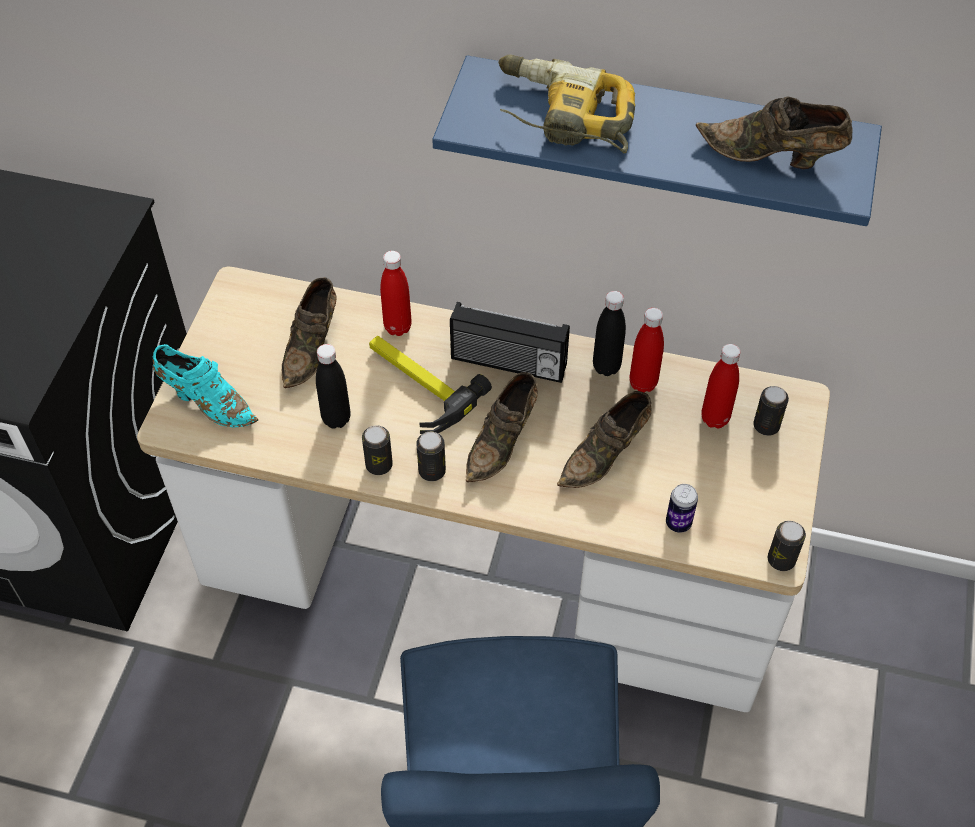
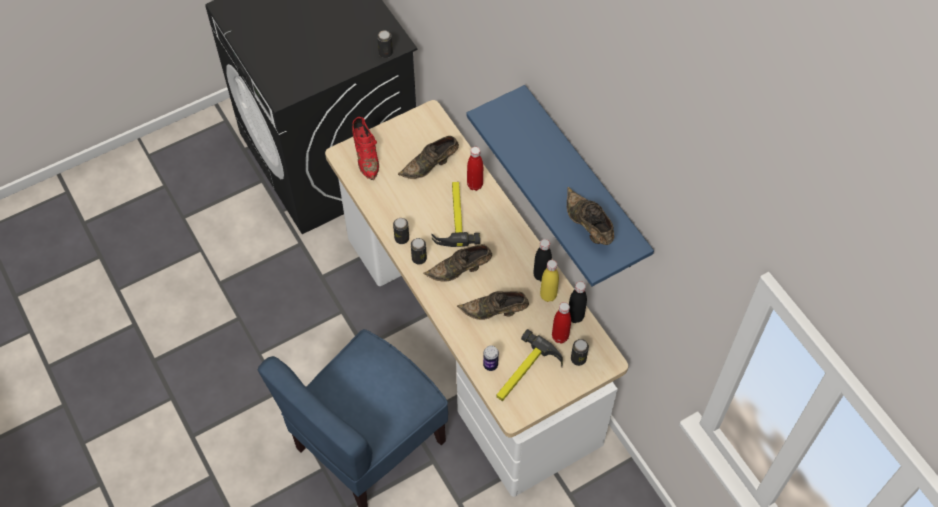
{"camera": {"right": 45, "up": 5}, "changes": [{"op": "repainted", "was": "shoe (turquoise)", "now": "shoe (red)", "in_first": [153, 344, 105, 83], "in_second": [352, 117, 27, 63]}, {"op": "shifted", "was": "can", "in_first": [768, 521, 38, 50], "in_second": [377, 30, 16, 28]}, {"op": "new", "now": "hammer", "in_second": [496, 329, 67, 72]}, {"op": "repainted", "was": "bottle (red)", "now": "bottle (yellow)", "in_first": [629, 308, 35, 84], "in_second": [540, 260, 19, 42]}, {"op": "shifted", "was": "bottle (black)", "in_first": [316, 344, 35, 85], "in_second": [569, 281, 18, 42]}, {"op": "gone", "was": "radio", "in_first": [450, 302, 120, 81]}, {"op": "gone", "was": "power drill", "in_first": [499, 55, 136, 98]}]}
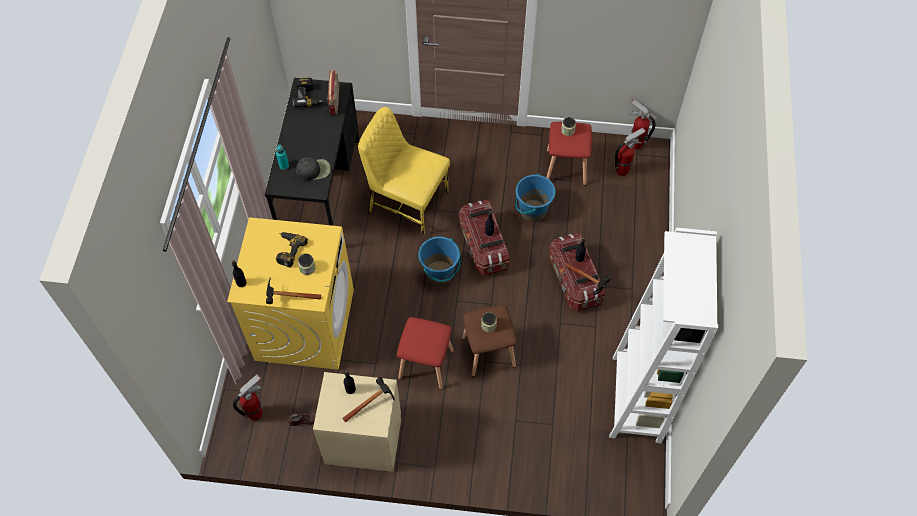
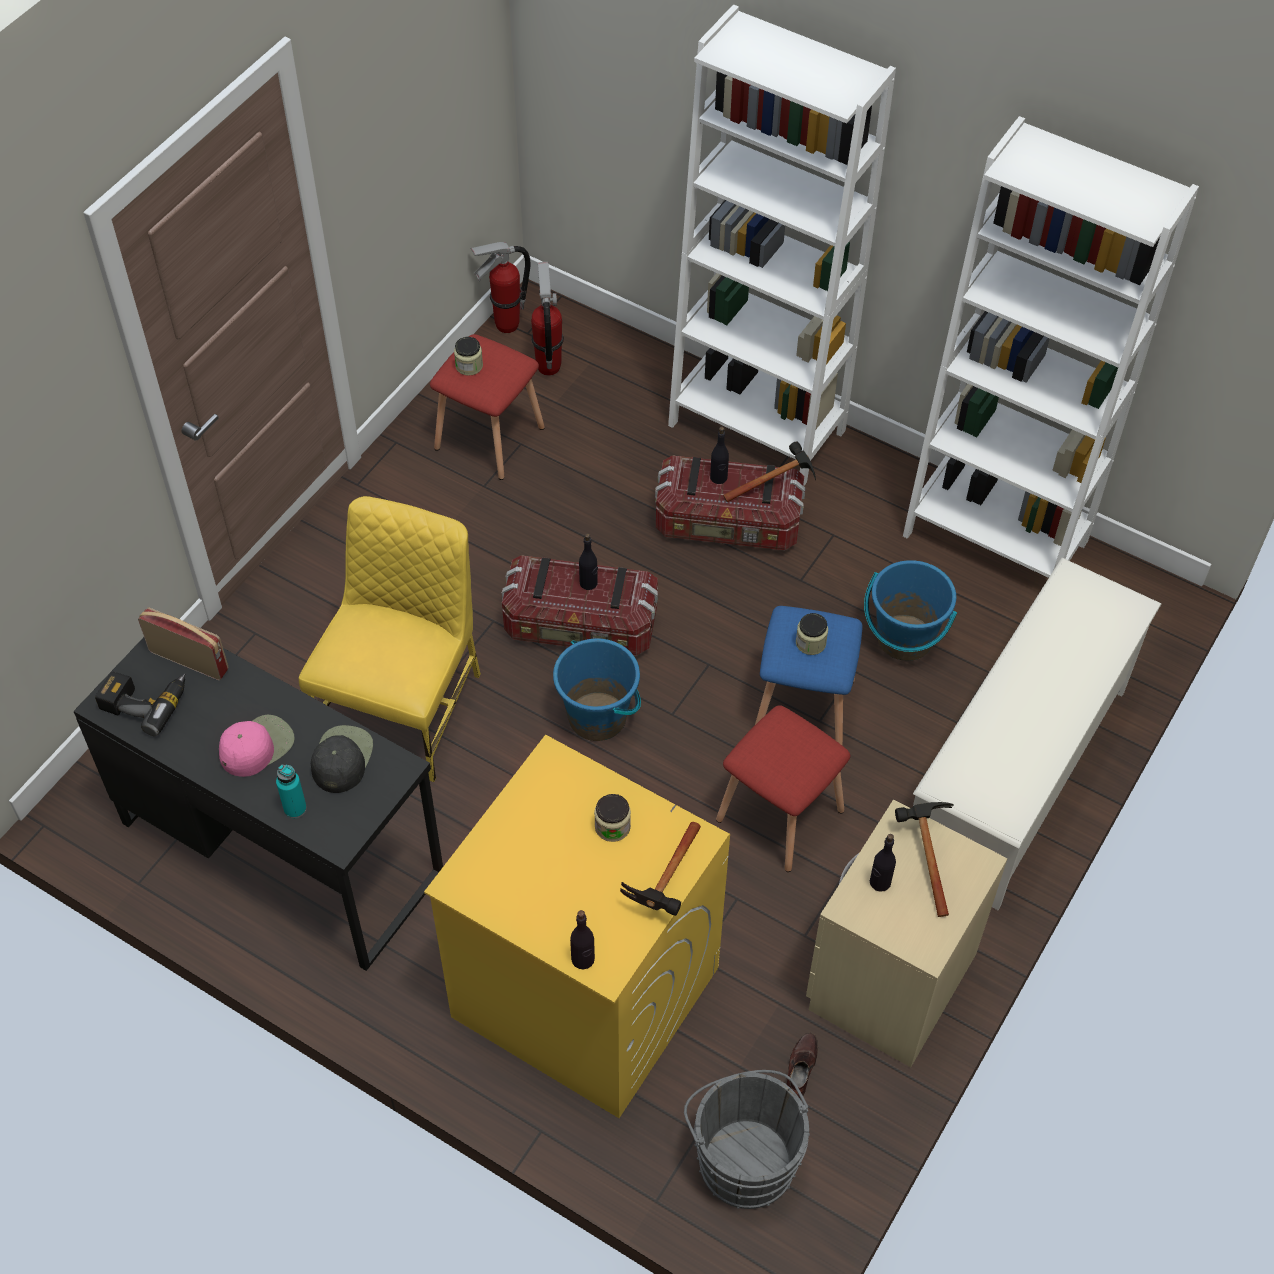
{"camera": {"right": -65, "up": -5}, "changes": [{"op": "new", "now": "cap (pink)", "in_second": [219, 715, 76, 62]}, {"op": "rotated", "was": "chair (yellow)", "in_first": [358, 107, 92, 128], "in_second": [299, 496, 182, 286], "clockwise": 150}, {"op": "new", "now": "bookcase (white)", "in_second": [668, 4, 228, 482]}, {"op": "swapped", "was": "fire extinguisher", "now": "bucket (grey)", "in_first": [233, 374, 30, 47], "in_second": [684, 1070, 126, 139]}, {"op": "repainted", "was": "stool (brown)", "now": "stool (blue)", "in_first": [462, 305, 55, 72], "in_second": [755, 606, 108, 140]}, {"op": "shifted", "was": "bucket (blue)", "in_first": [515, 174, 41, 48], "in_second": [864, 560, 93, 101]}, {"op": "new", "now": "shoe rack (white)", "in_second": [913, 558, 249, 352]}, {"op": "gone", "was": "power drill", "in_first": [276, 232, 32, 36]}]}
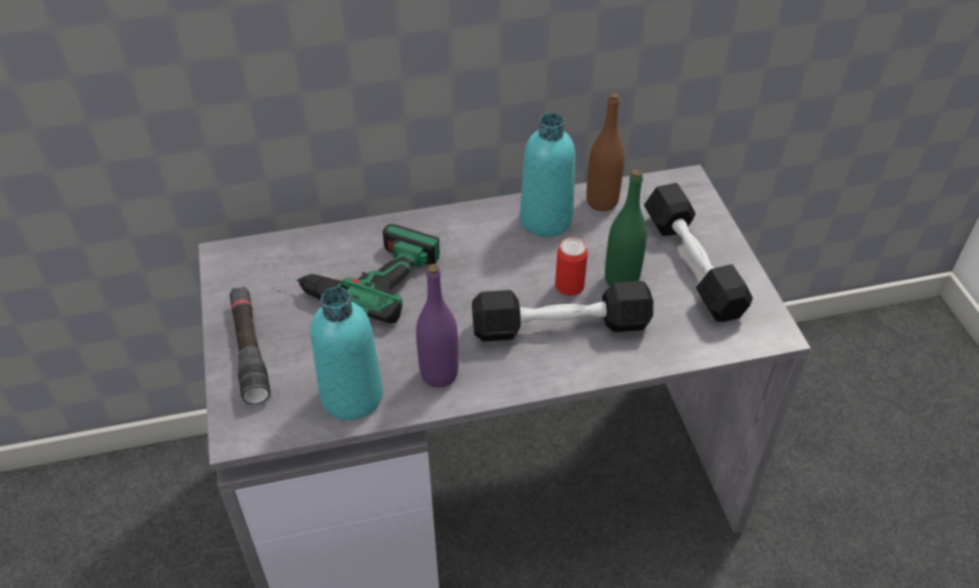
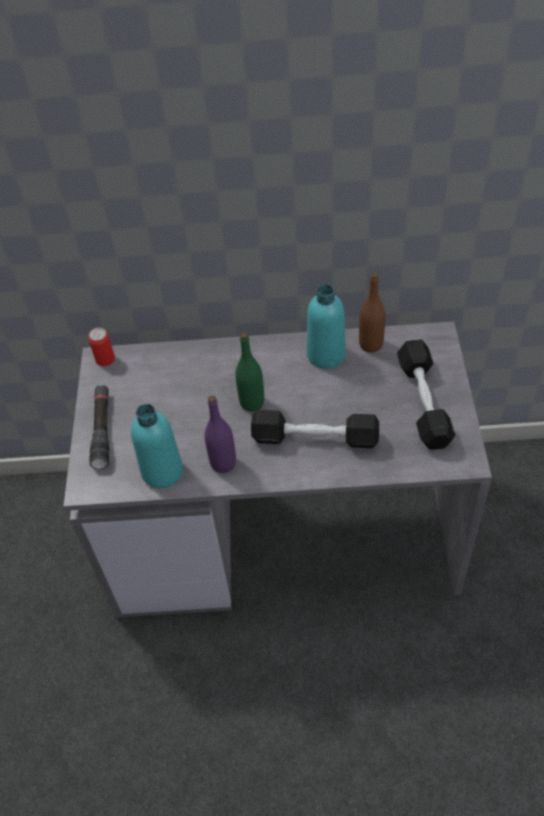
{"camera": {"right": 15, "up": 5}, "changes": [{"op": "shifted", "was": "can", "in_first": [555, 237, 33, 59], "in_second": [88, 327, 27, 39]}, {"op": "shifted", "was": "bottle (green)", "in_first": [605, 169, 42, 117], "in_second": [235, 333, 29, 79]}, {"op": "gone", "was": "power drill", "in_first": [278, 224, 162, 99]}]}
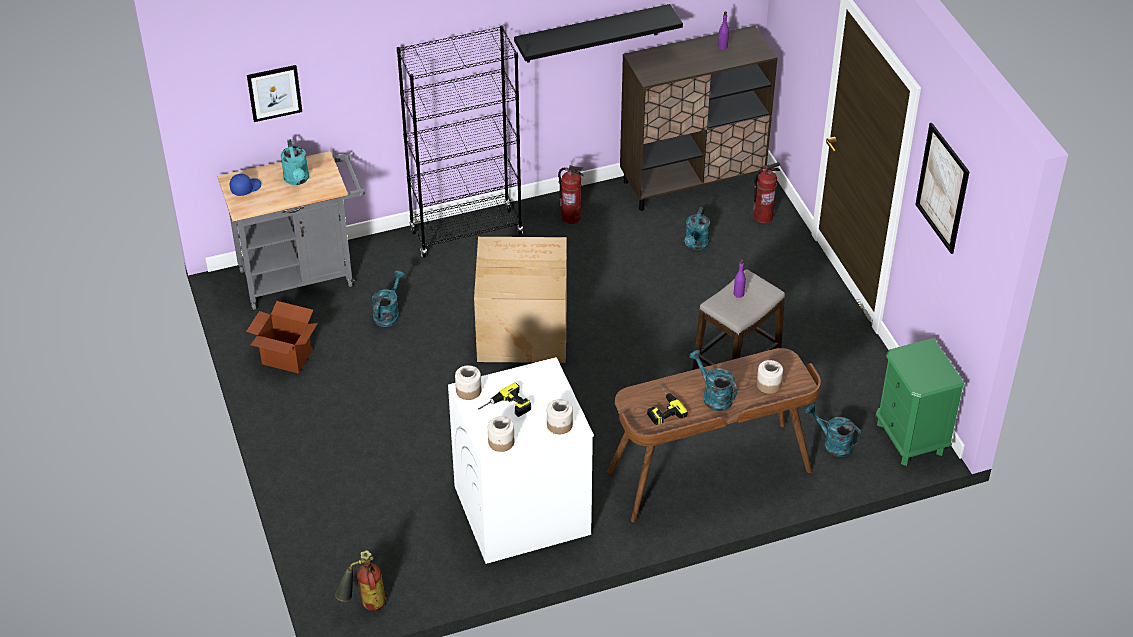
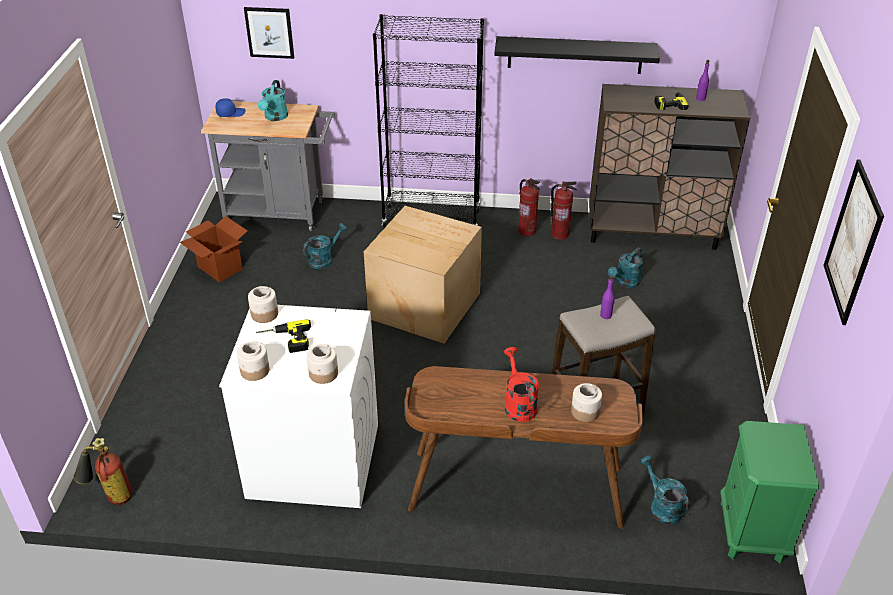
{"camera": {"right": 25, "up": -5}, "changes": [{"op": "repainted", "was": "watering can (turquoise)", "now": "watering can (red)", "in_first": [689, 350, 48, 61], "in_second": [504, 347, 35, 75]}, {"op": "shifted", "was": "fire extinguisher", "in_first": [753, 162, 27, 61], "in_second": [550, 181, 27, 59]}, {"op": "shifted", "was": "power drill", "in_first": [647, 384, 41, 41], "in_second": [654, 87, 35, 23]}]}
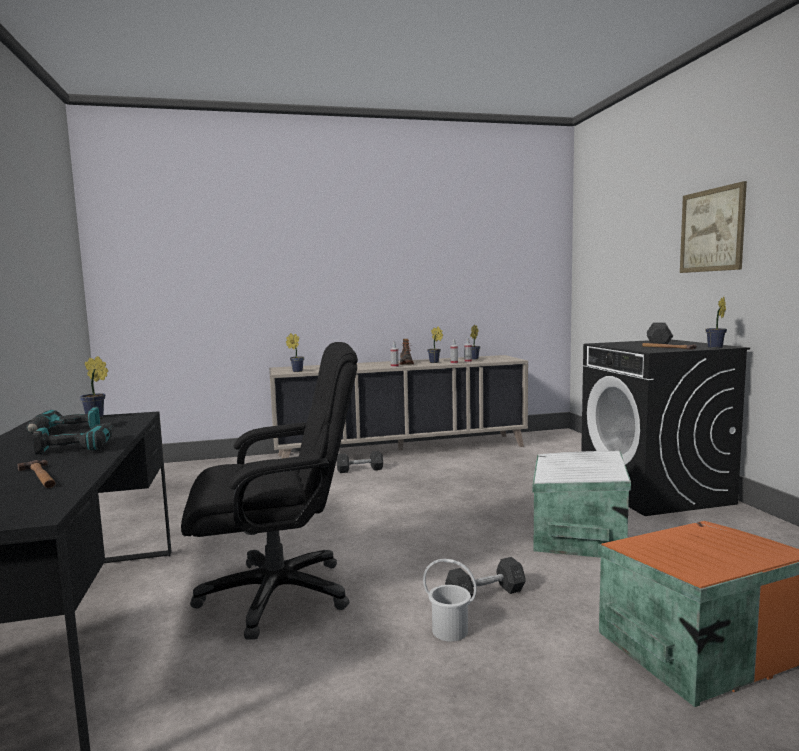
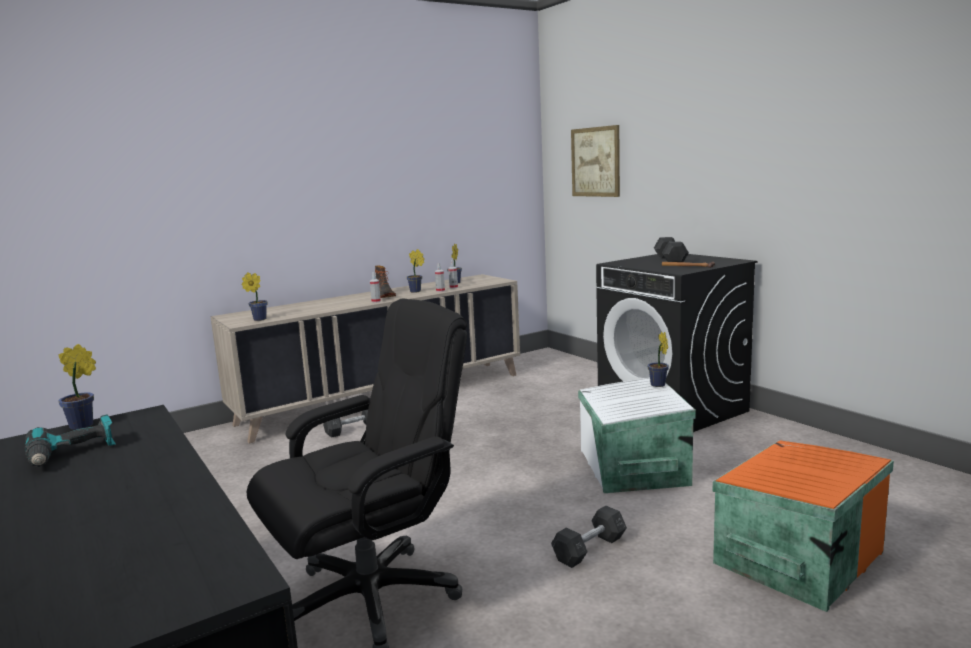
{"camera": {"right": -20, "up": 5}, "changes": [{"op": "shifted", "was": "picture", "in_first": [680, 181, 67, 92], "in_second": [571, 125, 49, 72]}, {"op": "shifted", "was": "potted plant", "in_first": [705, 297, 22, 51], "in_second": [647, 331, 22, 56]}, {"op": "gone", "was": "hammer", "in_first": [17, 460, 38, 28]}, {"op": "gone", "was": "power drill", "in_first": [33, 423, 81, 31]}, {"op": "gone", "was": "bucket (white)", "in_first": [423, 559, 54, 83]}]}
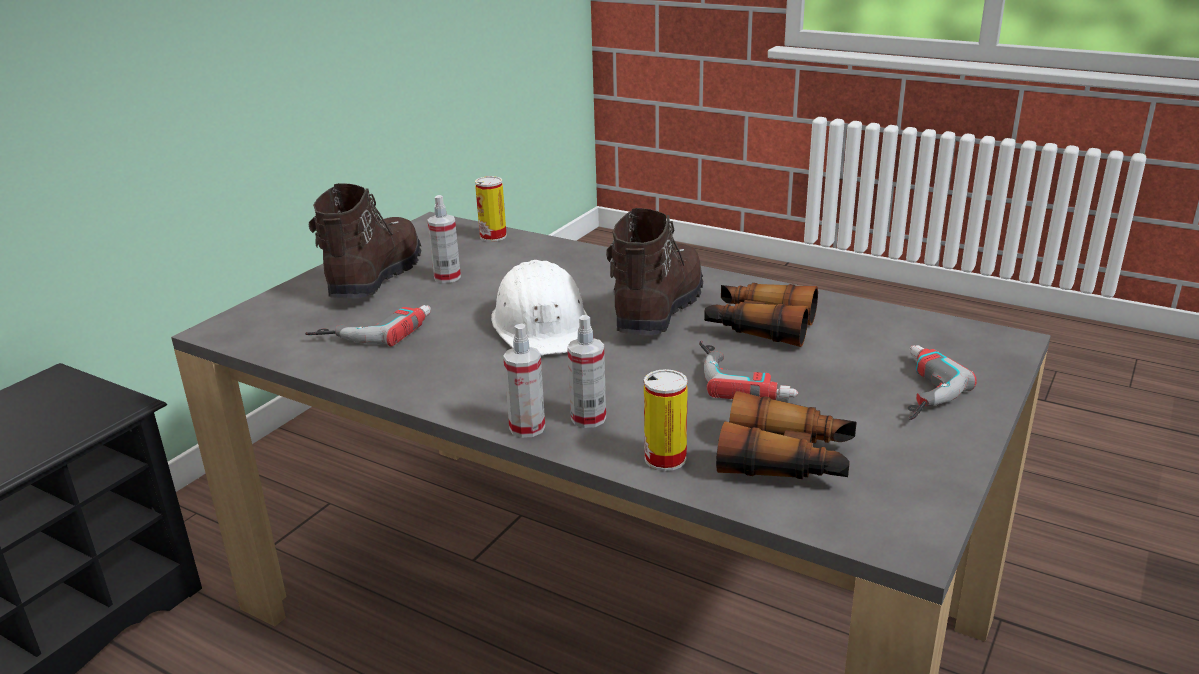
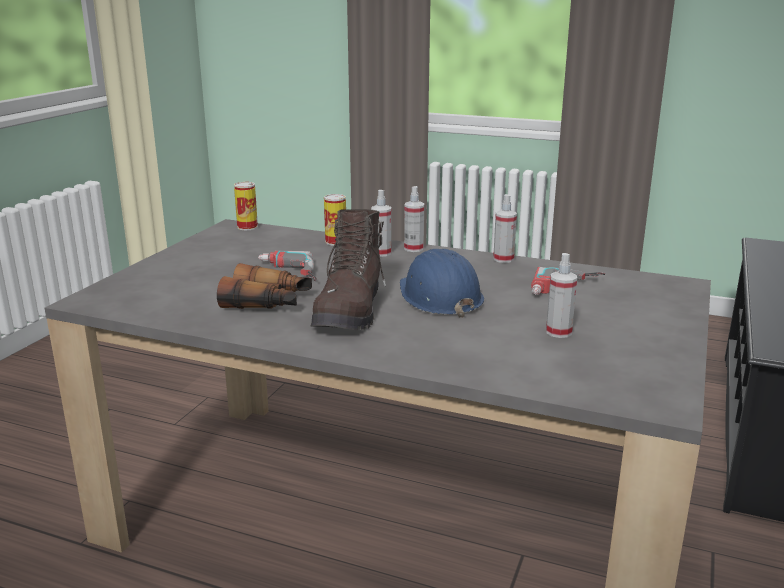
{"camera": {"right": 170, "up": -5}, "changes": [{"op": "shifted", "was": "can", "in_first": [475, 176, 32, 66], "in_second": [234, 182, 24, 48]}, {"op": "repainted", "was": "hard hat (white)", "now": "hard hat (blue)", "in_first": [491, 260, 97, 95], "in_second": [400, 249, 84, 69]}, {"op": "new", "now": "spray bottle", "in_second": [493, 194, 24, 69]}, {"op": "gone", "was": "boot (brown)", "in_first": [309, 183, 112, 116]}, {"op": "gone", "was": "binoculars", "in_first": [716, 391, 141, 88]}, {"op": "gone", "was": "power drill", "in_first": [908, 345, 69, 75]}]}
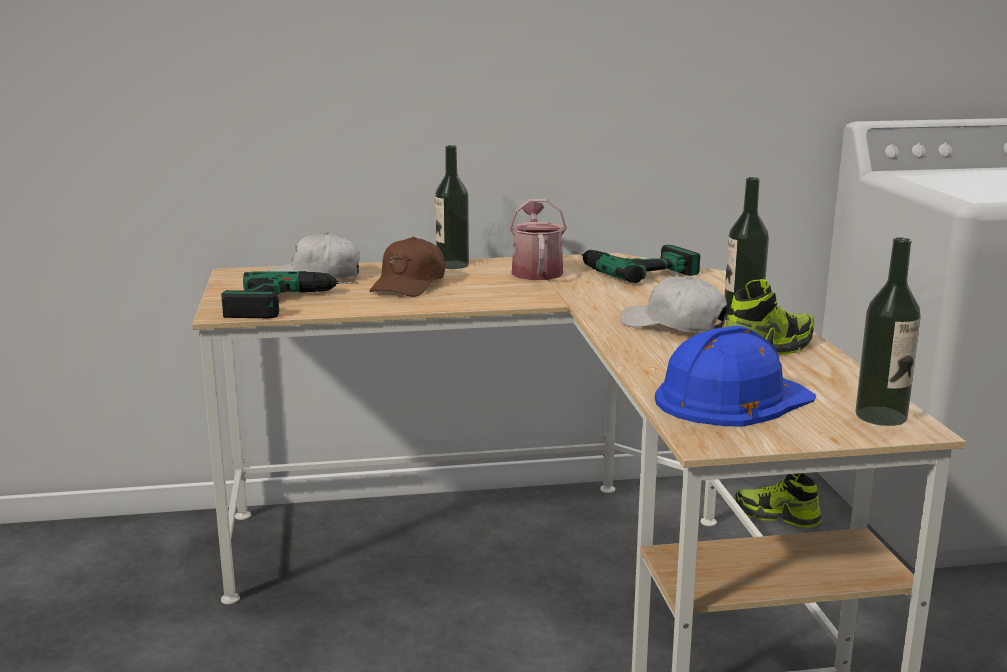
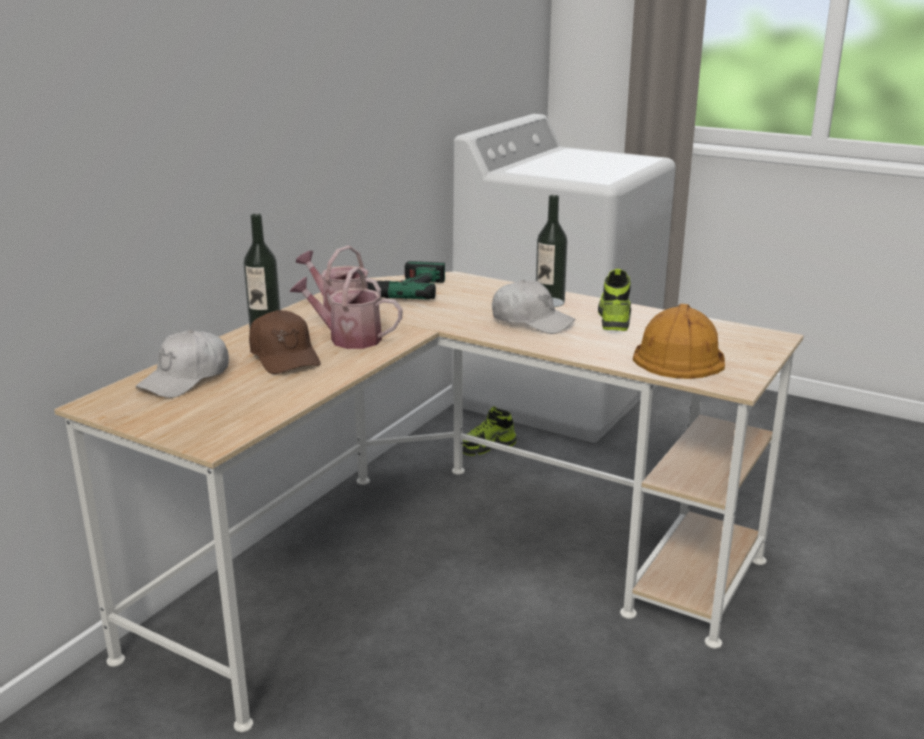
{"camera": {"right": -50, "up": 5}, "changes": [{"op": "new", "now": "watering can", "in_second": [290, 267, 113, 82]}, {"op": "rotated", "was": "cap (white)", "in_first": [620, 276, 108, 57], "in_second": [492, 280, 83, 54], "clockwise": -135}, {"op": "repainted", "was": "hard hat (blue)", "now": "hard hat (orange)", "in_first": [655, 326, 161, 100], "in_second": [633, 304, 92, 75]}, {"op": "gone", "was": "power drill", "in_first": [221, 271, 138, 47]}, {"op": "gone", "was": "bottle", "in_first": [855, 238, 66, 188]}]}
